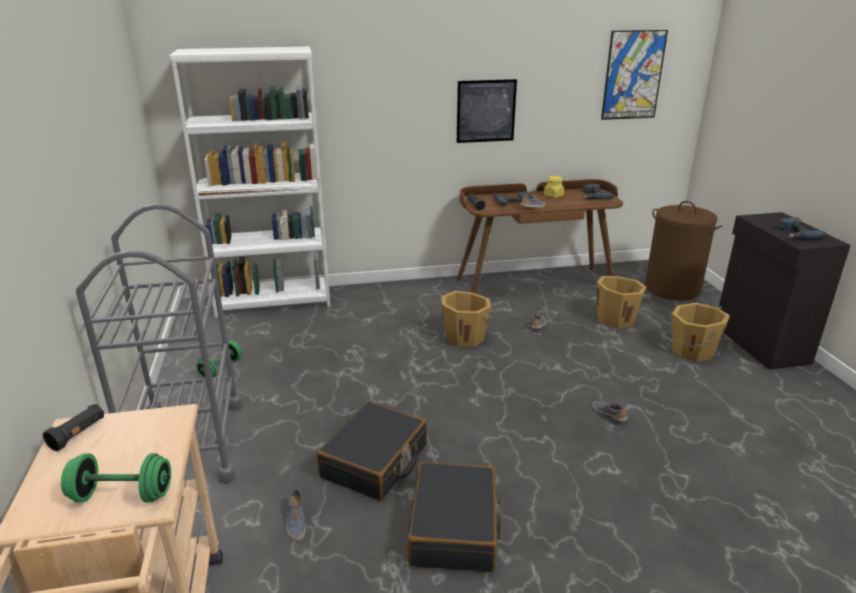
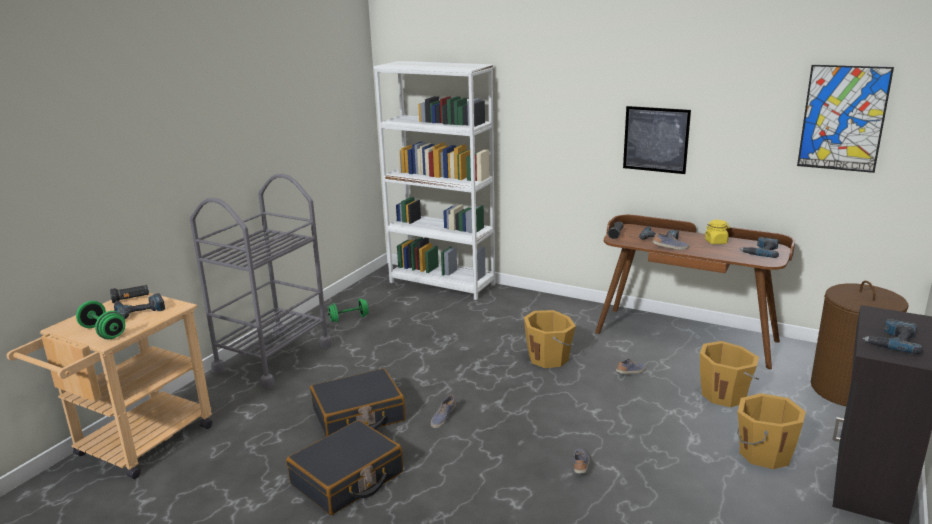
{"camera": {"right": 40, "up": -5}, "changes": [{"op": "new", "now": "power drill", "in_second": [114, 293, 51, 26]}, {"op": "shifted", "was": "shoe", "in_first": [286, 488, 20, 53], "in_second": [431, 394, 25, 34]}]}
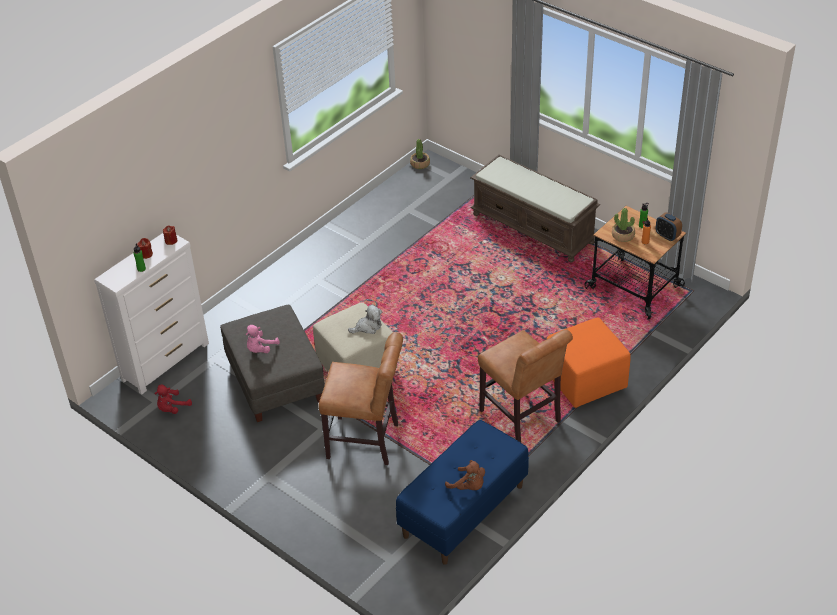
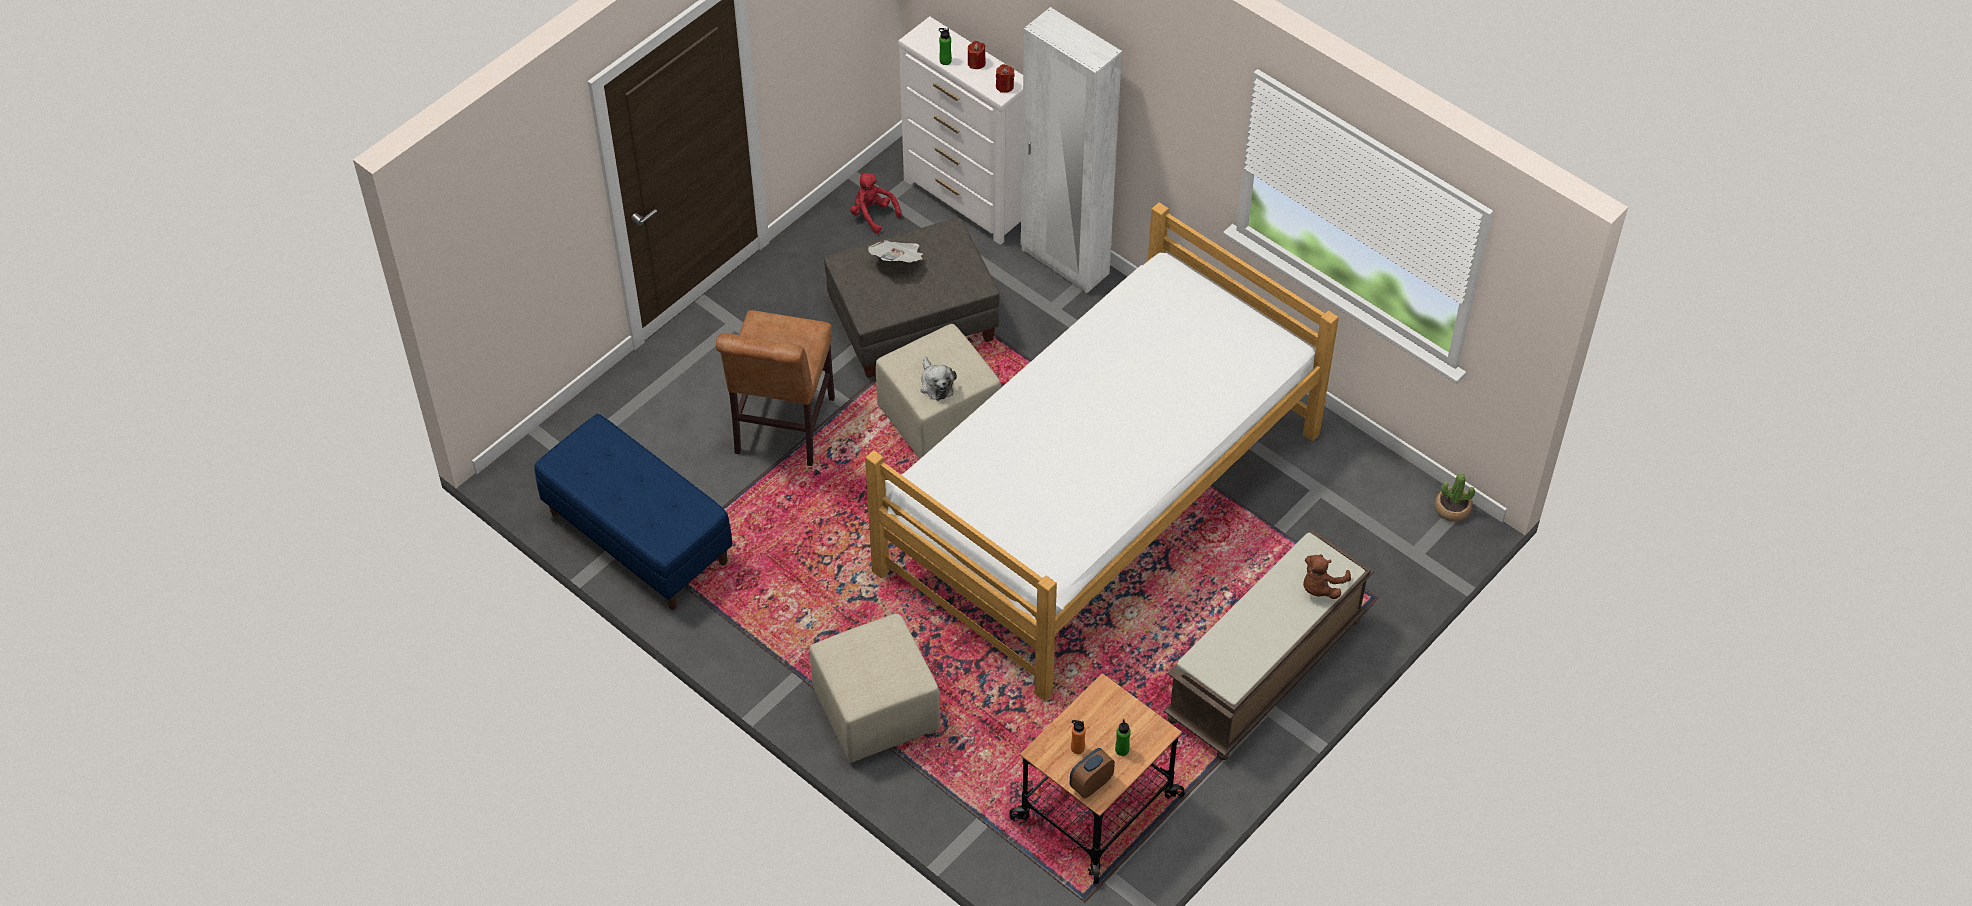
{"camera": {"right": 90, "up": 10}, "changes": [{"op": "repainted", "was": "ottoman (orange)", "now": "ottoman (beige)", "in_first": [546, 317, 84, 91], "in_second": [810, 614, 130, 149]}, {"op": "new", "now": "bed", "in_second": [865, 202, 474, 499]}, {"op": "swapped", "was": "plush toy (pink)", "now": "newspaper", "in_first": [246, 325, 34, 28], "in_second": [868, 240, 55, 23]}, {"op": "new", "now": "wardrobe (white)", "in_second": [1021, 7, 101, 286]}, {"op": "shifted", "was": "plush toy (brown)", "in_first": [445, 460, 40, 30], "in_second": [1303, 554, 48, 45]}, {"op": "gone", "was": "chair (brown)", "in_first": [478, 329, 95, 114]}, {"op": "gone", "was": "potted plant", "in_first": [612, 208, 23, 34]}]}
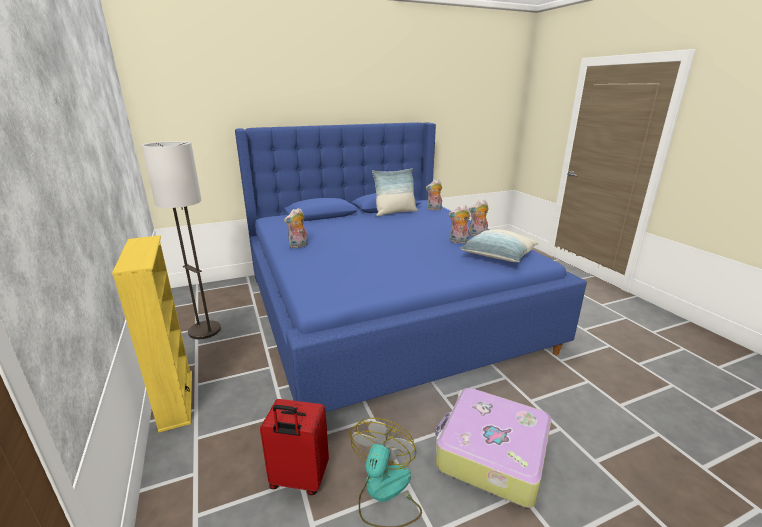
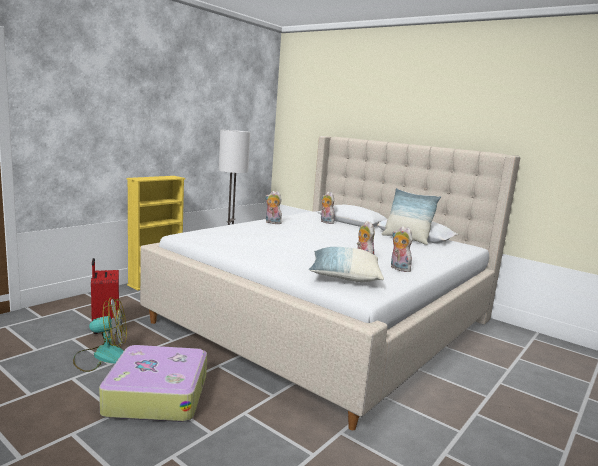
{"camera": {"right": 60, "up": -10}, "changes": [{"op": "repainted", "was": "bed (blue)", "now": "bed (beige)", "in_first": [235, 122, 352, 290], "in_second": [140, 136, 380, 294]}, {"op": "shifted", "was": "plush toy", "in_first": [426, 180, 16, 30], "in_second": [321, 192, 14, 32]}]}
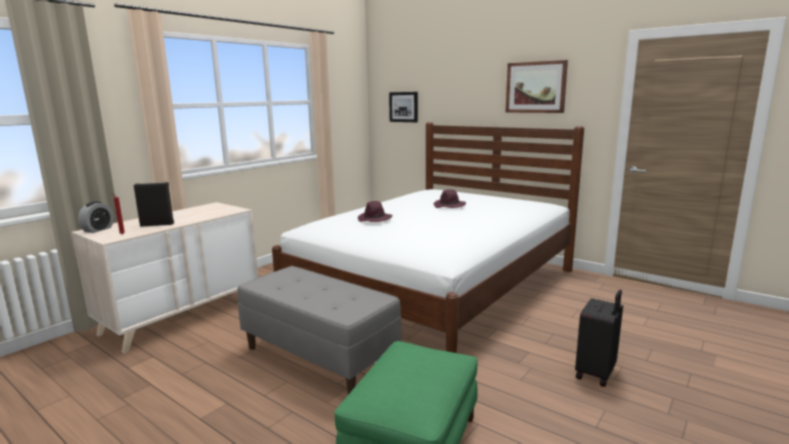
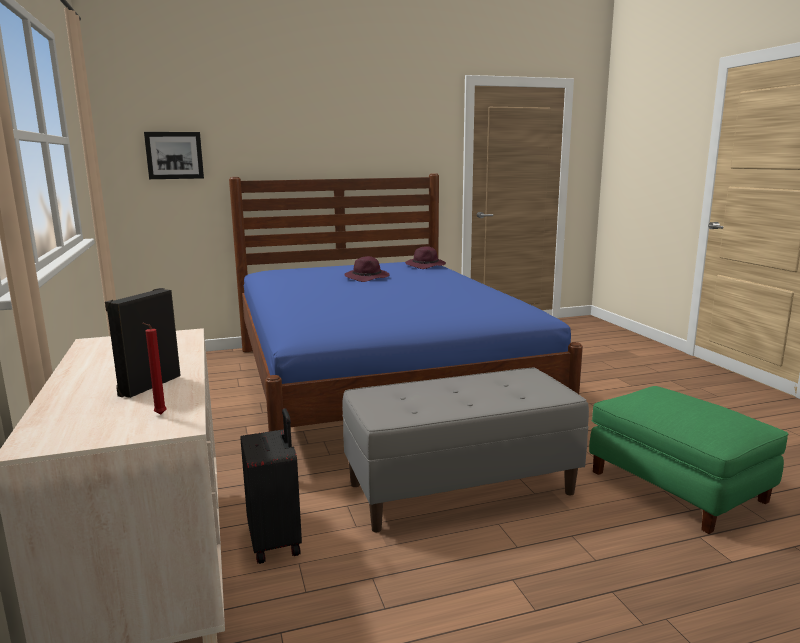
{"camera": {"right": -55, "up": 0}, "changes": [{"op": "repainted", "was": "bed (white)", "now": "bed (blue)", "in_first": [272, 122, 312, 231], "in_second": [229, 173, 354, 259]}, {"op": "shifted", "was": "suitcase (black)", "in_first": [575, 290, 48, 97], "in_second": [240, 408, 62, 156]}, {"op": "shifted", "was": "hat (purple)", "in_first": [358, 201, 35, 21], "in_second": [405, 246, 41, 23]}, {"op": "gone", "was": "alarm clock", "in_first": [78, 201, 36, 32]}, {"op": "gone", "was": "picture", "in_first": [506, 60, 62, 53]}]}
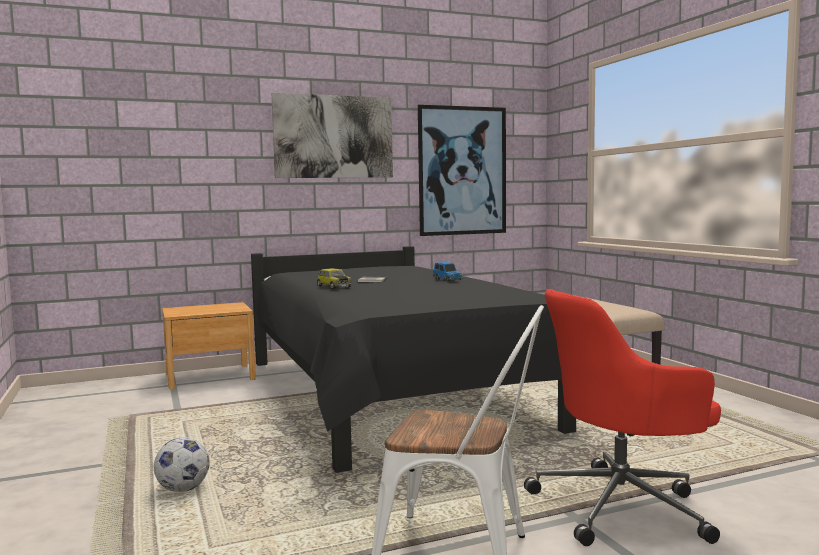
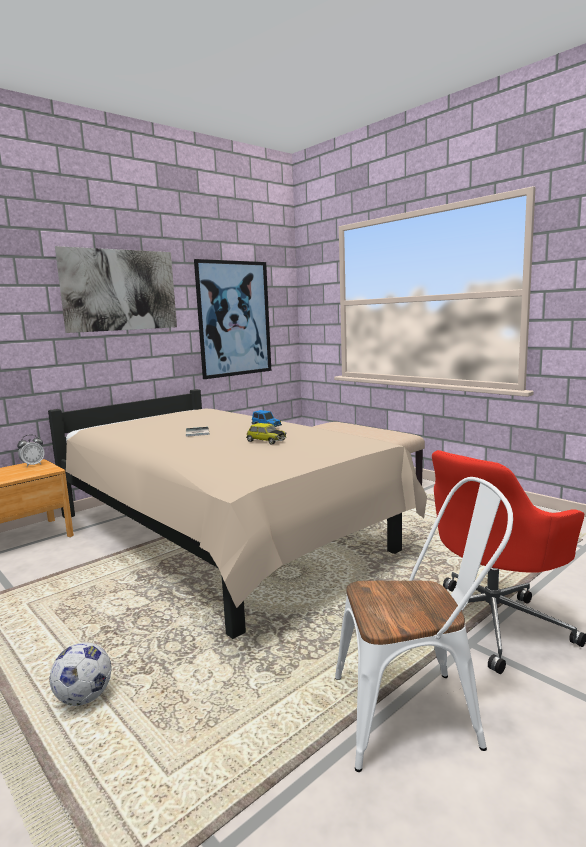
{"camera": {"right": -20, "up": 5}, "changes": [{"op": "new", "now": "alarm clock", "in_second": [17, 435, 28, 32]}, {"op": "repainted", "was": "bed (black)", "now": "bed (beige)", "in_first": [251, 246, 325, 227], "in_second": [48, 389, 379, 250]}, {"op": "shifted", "was": "toy car", "in_first": [317, 268, 34, 21], "in_second": [246, 423, 40, 22]}]}
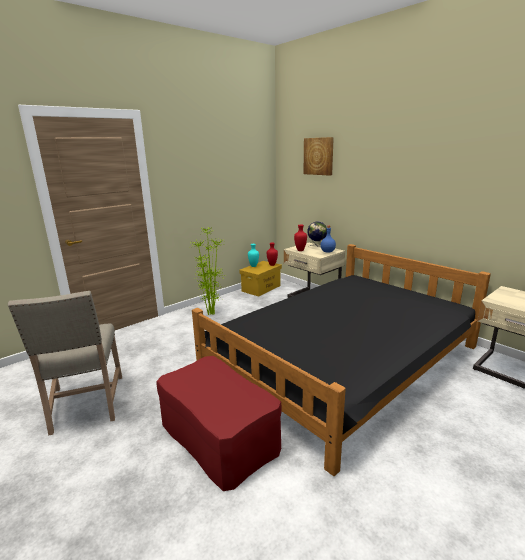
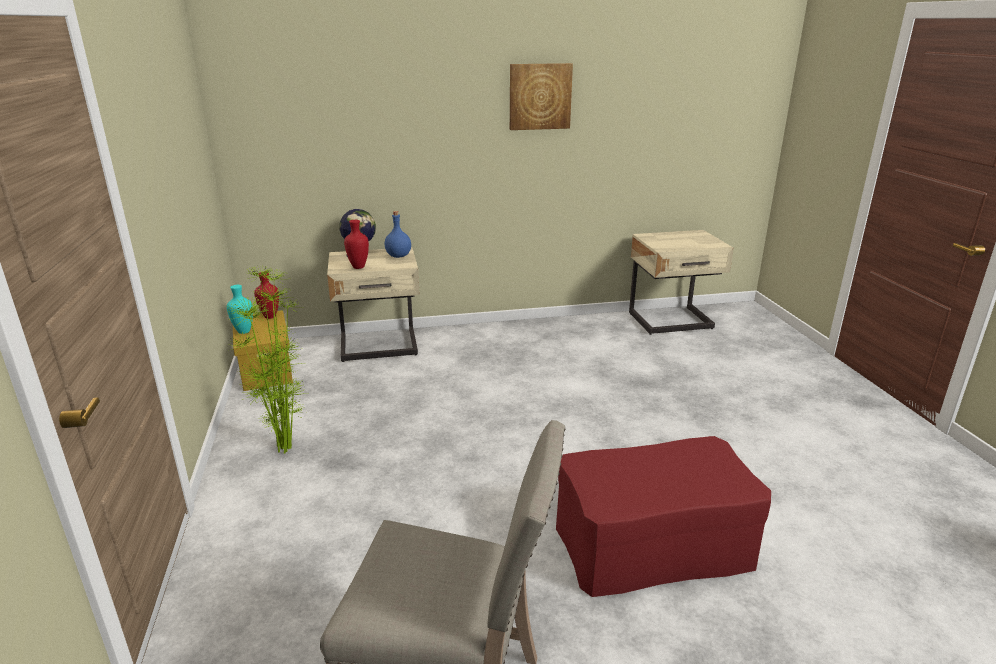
{"camera": {"right": -60, "up": 5}, "changes": [{"op": "shifted", "was": "picture", "in_first": [304, 137, 30, 39], "in_second": [510, 63, 63, 67]}, {"op": "gone", "was": "bed (black)", "in_first": [192, 244, 299, 232]}]}
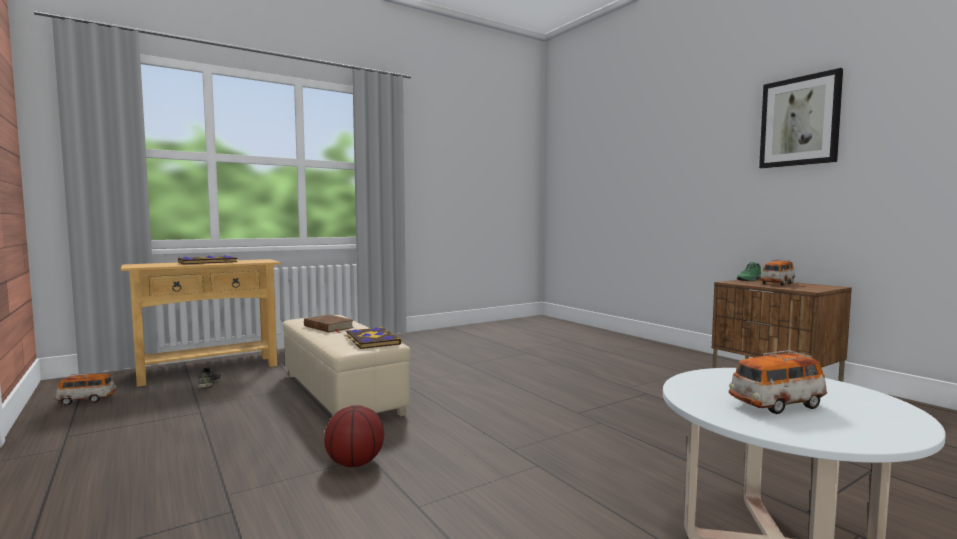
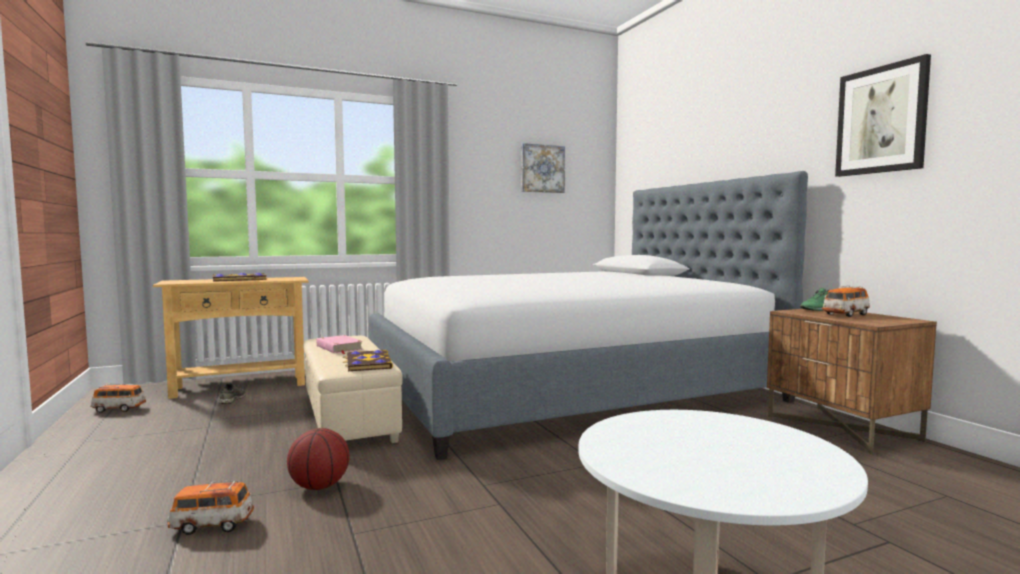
{"camera": {"right": 10, "up": 0}, "changes": [{"op": "shifted", "was": "toy car", "in_first": [729, 350, 98, 64], "in_second": [167, 480, 87, 55]}, {"op": "repainted", "was": "book (brown)", "now": "book (pink)", "in_first": [304, 315, 50, 18], "in_second": [316, 335, 47, 19]}, {"op": "new", "now": "bed", "in_second": [369, 171, 439, 289]}, {"op": "new", "now": "picture", "in_second": [521, 143, 44, 50]}]}
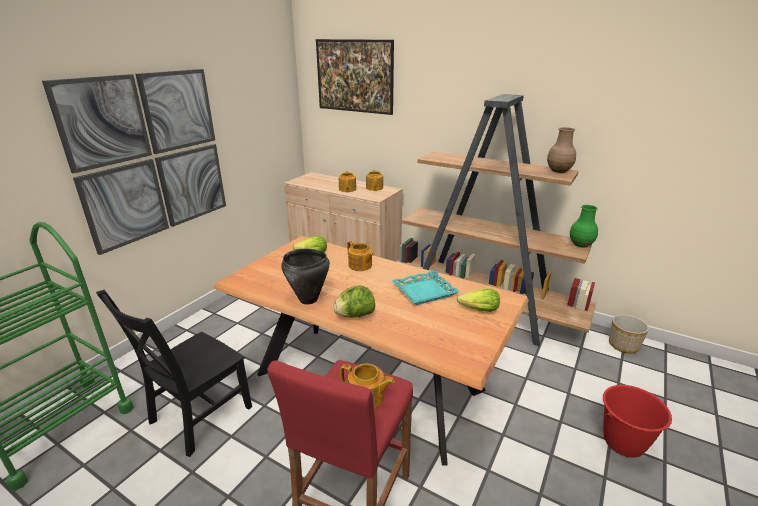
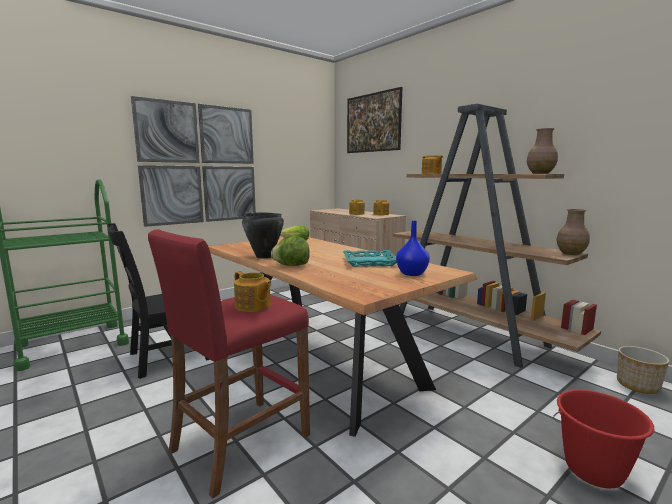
{"camera": {"right": 20, "up": -15}, "changes": [{"op": "swapped", "was": "lettuce", "now": "vase (blue)", "in_first": [457, 289, 43, 23], "in_second": [396, 221, 34, 55]}, {"op": "shifted", "was": "teapot", "in_first": [347, 241, 27, 30], "in_second": [422, 155, 21, 19]}, {"op": "repainted", "was": "vase (green)", "now": "vase (brown)", "in_first": [570, 205, 28, 43], "in_second": [556, 209, 34, 46]}]}
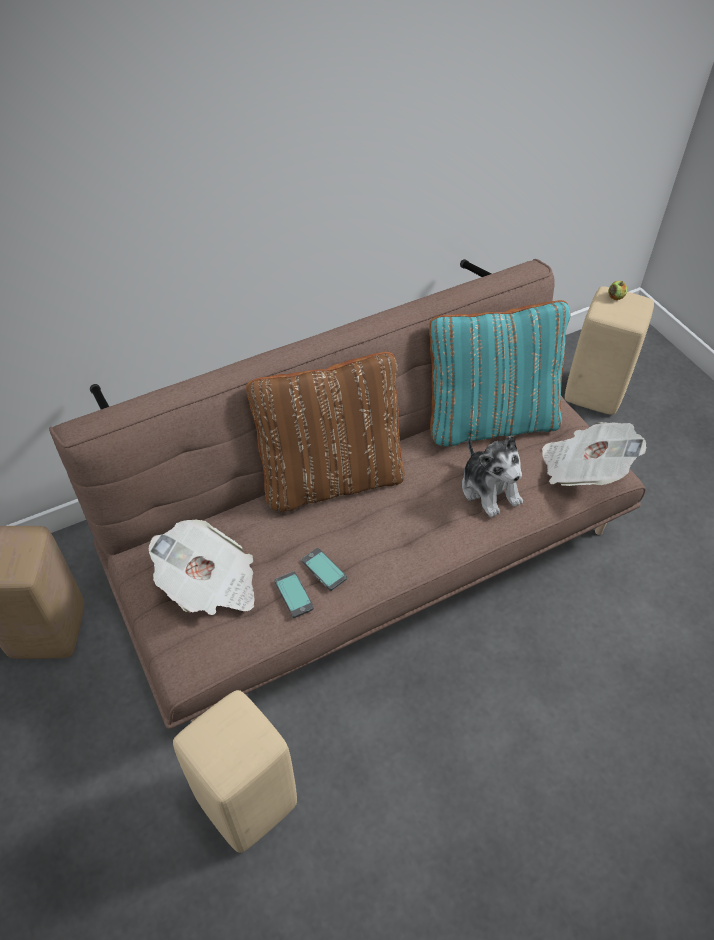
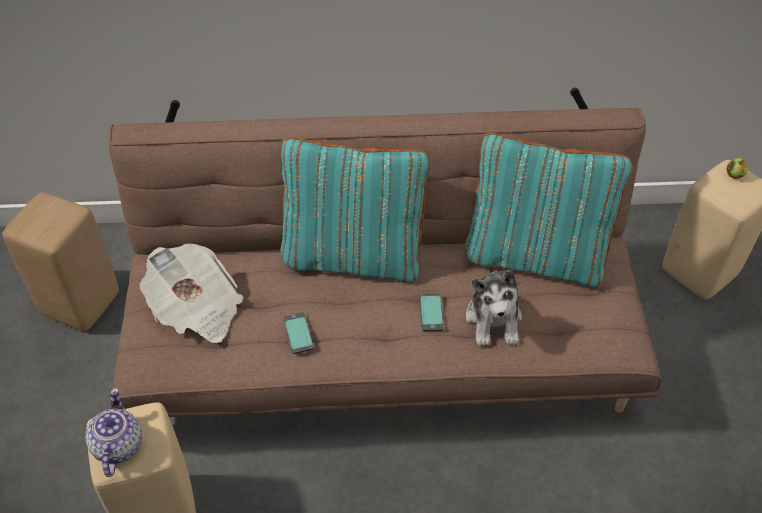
{"camera": {"right": 25, "up": 0}, "changes": [{"op": "new", "now": "teapot", "in_second": [86, 388, 56, 89]}, {"op": "repainted", "was": "pillow (brown)", "now": "pillow (turquoise)", "in_first": [246, 352, 159, 160], "in_second": [281, 137, 149, 146]}, {"op": "shifted", "was": "phone", "in_first": [274, 571, 40, 47], "in_second": [419, 293, 25, 39]}, {"op": "gone", "was": "newspaper", "in_first": [542, 422, 104, 64]}]}
